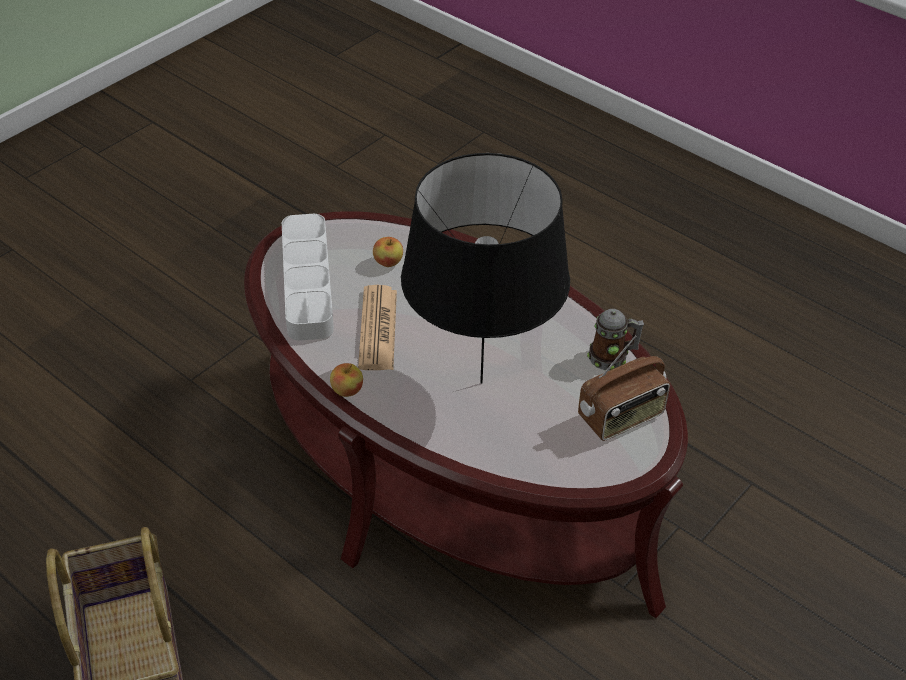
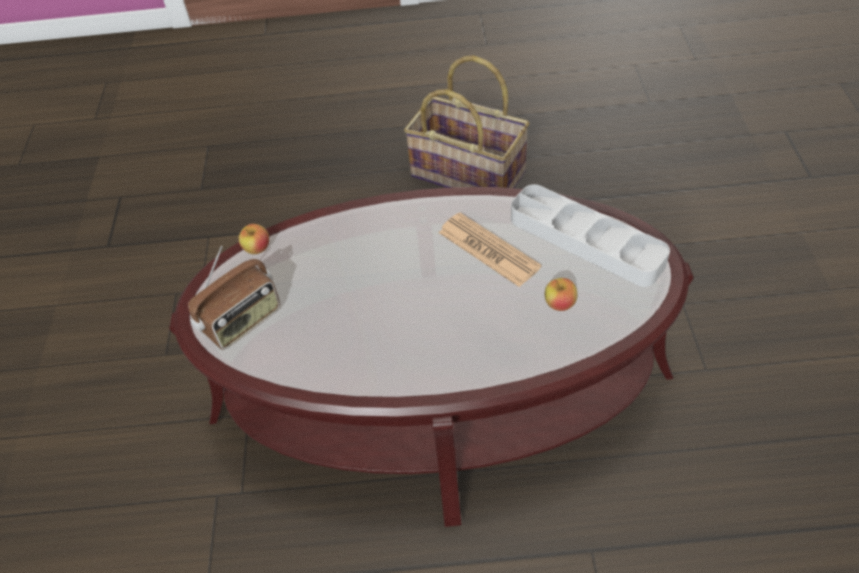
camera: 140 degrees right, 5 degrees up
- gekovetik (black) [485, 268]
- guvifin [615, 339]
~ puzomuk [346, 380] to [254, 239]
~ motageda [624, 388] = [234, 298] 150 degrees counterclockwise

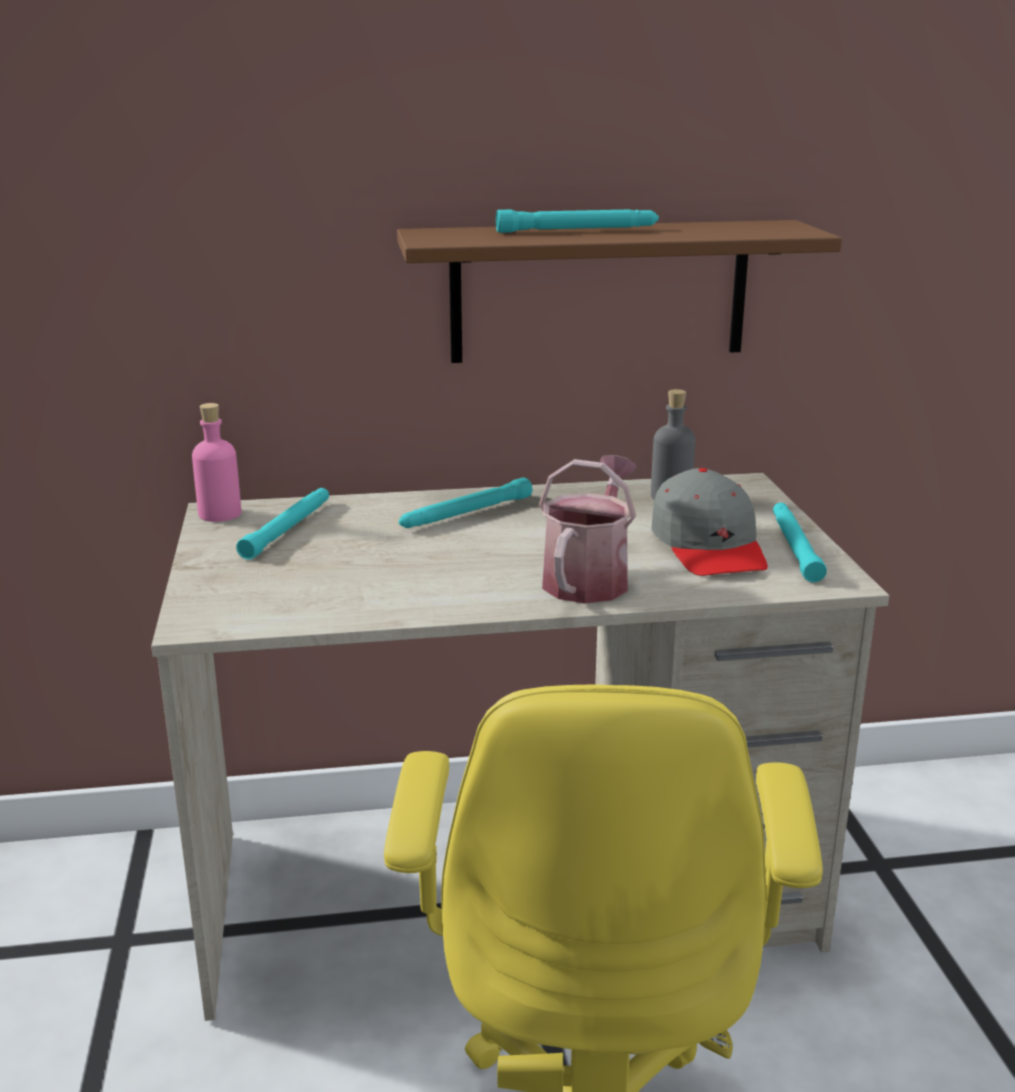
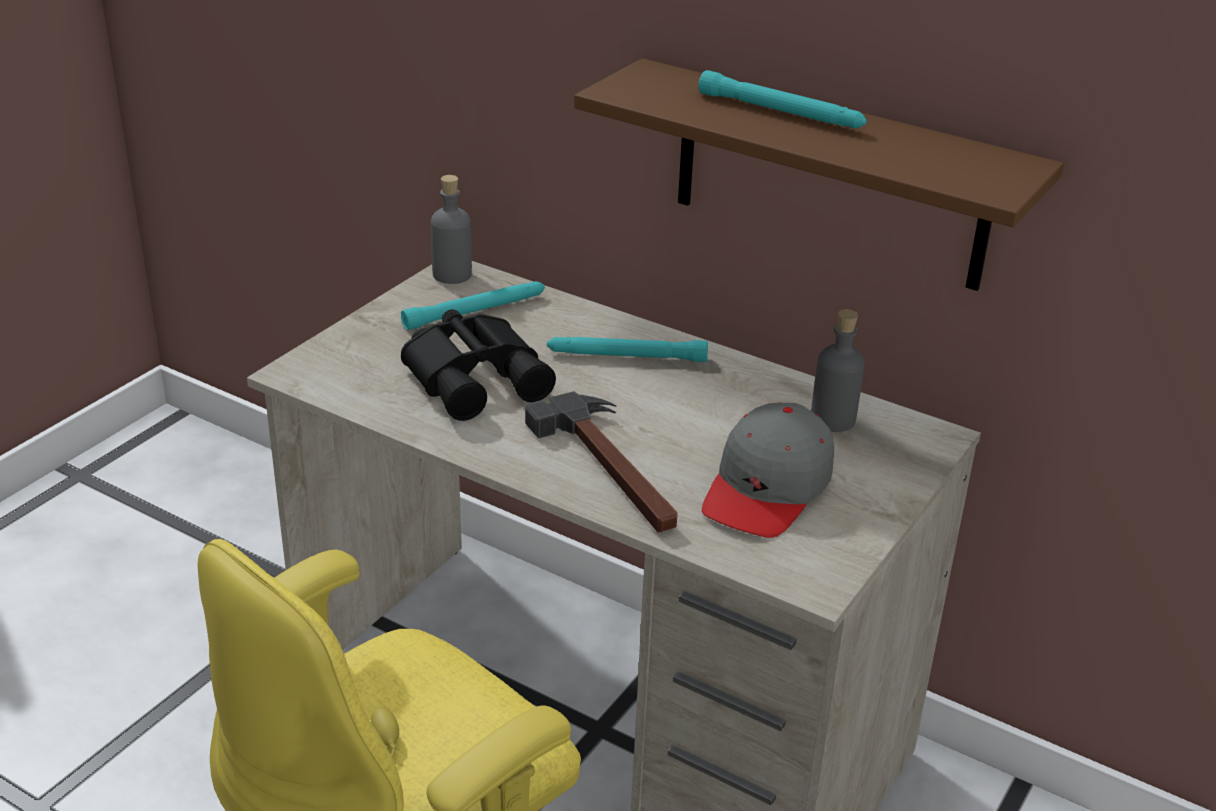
camera: 40 degrees right, 10 degrees up
- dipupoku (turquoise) [800, 542]
+ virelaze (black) [478, 365]
~ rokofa [588, 529] to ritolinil [601, 461]
~ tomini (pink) [216, 462] to tomini (grey) [451, 229]

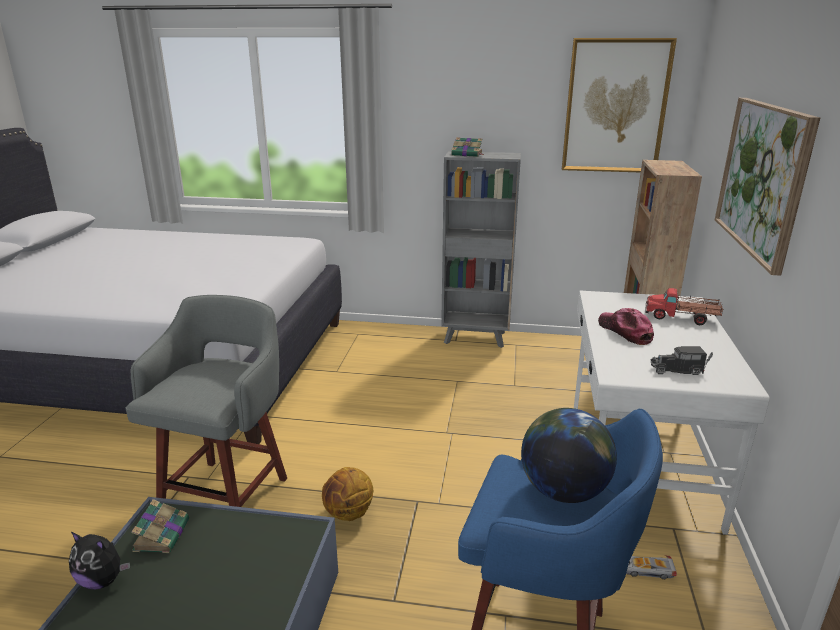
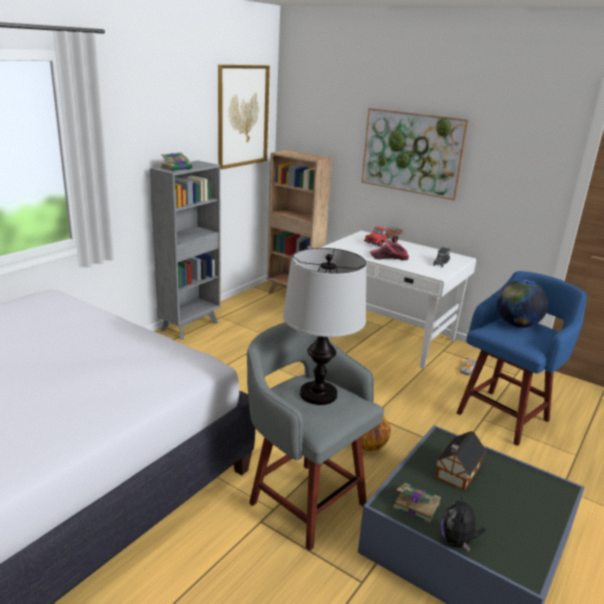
camera: 65 degrees left, 0 degrees up
+ gekovetik [325, 326]
+ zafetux [461, 461]
~ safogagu [99, 561] = [463, 521] 150 degrees clockwise

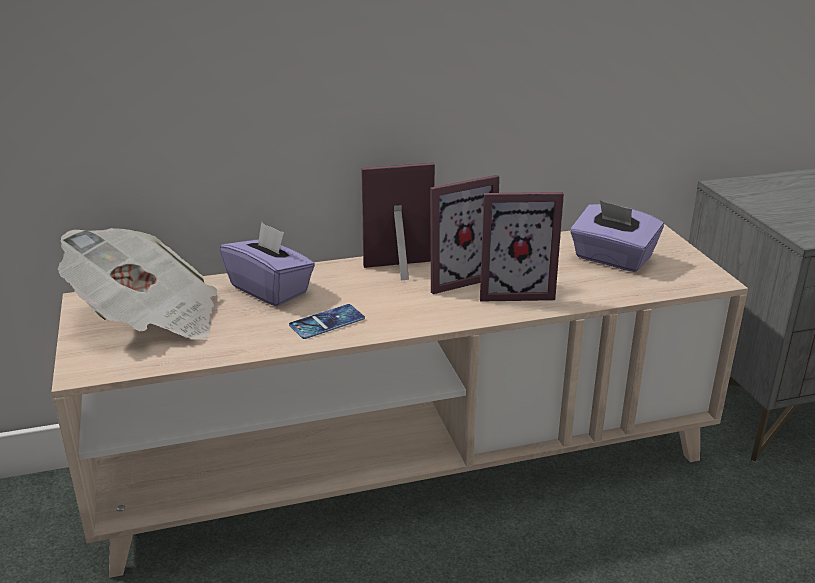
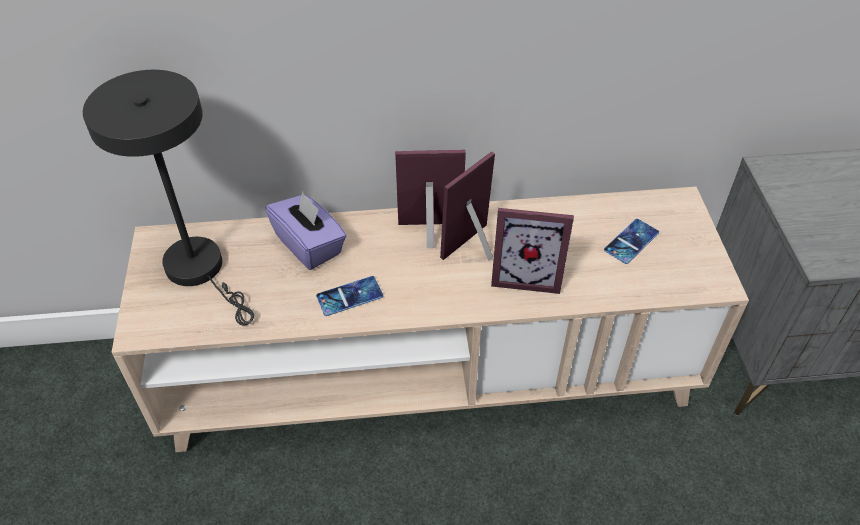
camera: 10 degrees right, 20 degrees up
~ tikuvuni [137, 284] to gekovetik (grey) [168, 198]
~ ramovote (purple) [617, 236] to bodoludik [631, 241]
~ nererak [465, 234] = [467, 206] 150 degrees clockwise

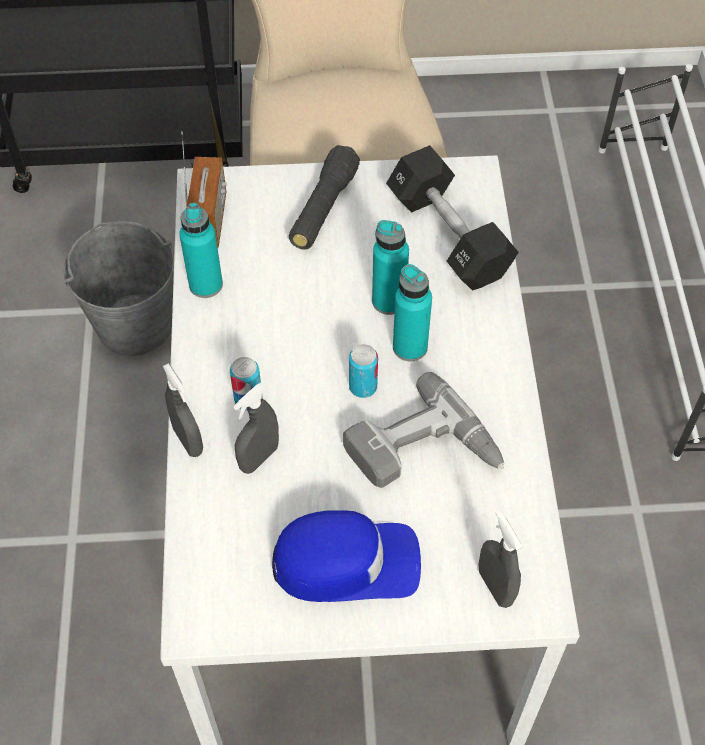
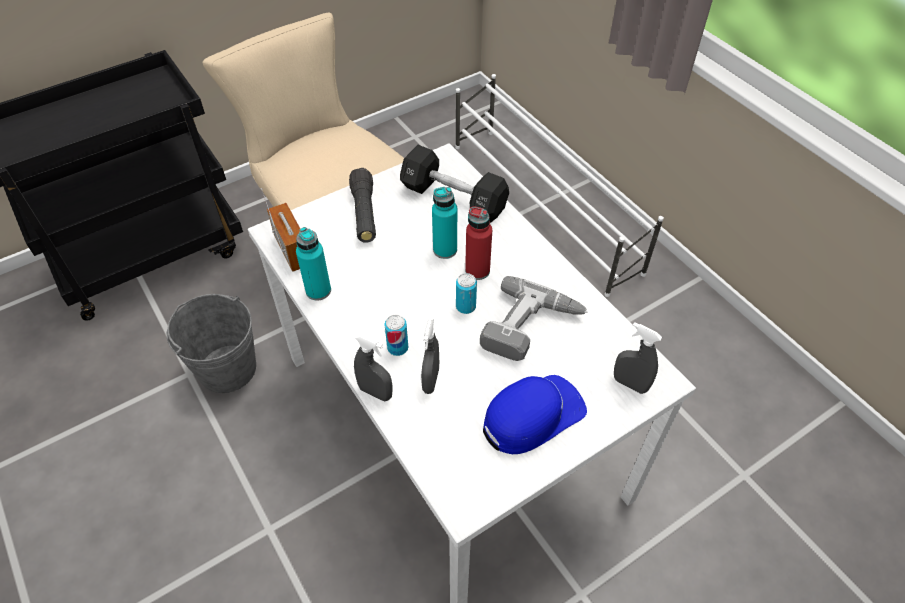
camera: 30 degrees left, 5 degrees down
~ tomini (turquoise) [412, 312] to tomini (red) [478, 243]

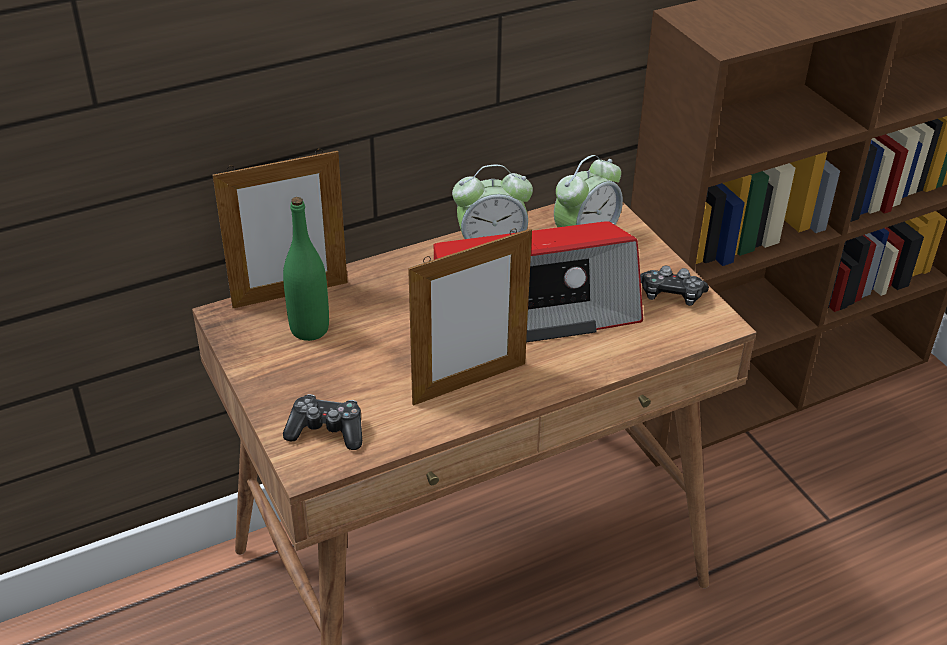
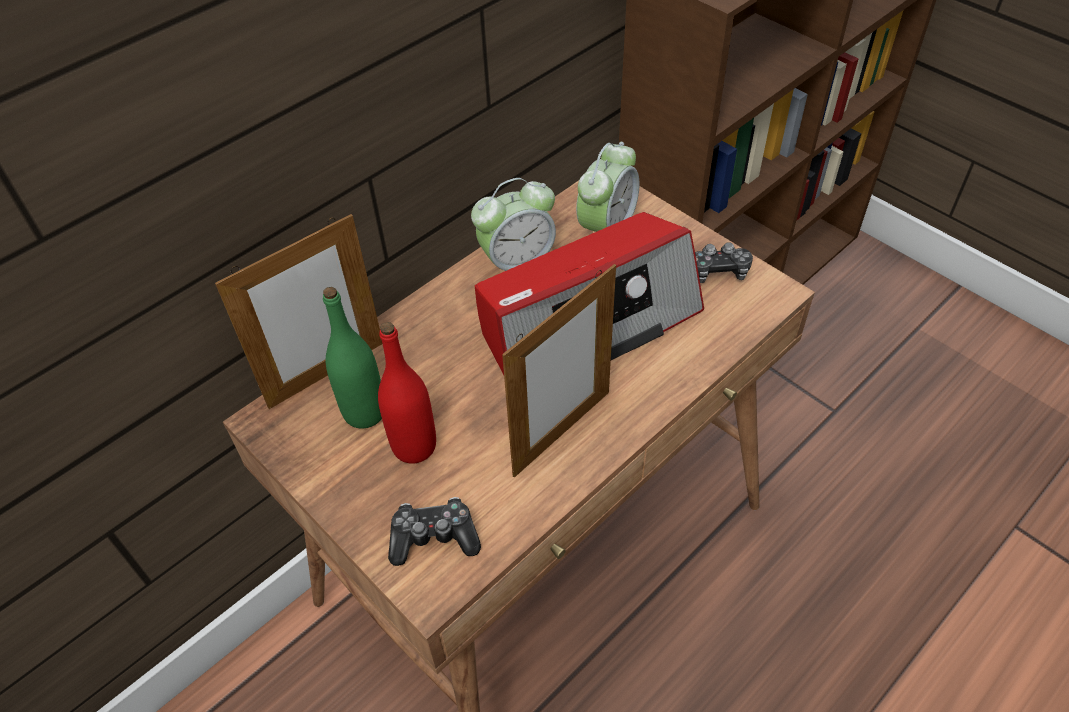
camera: 15 degrees left, 10 degrees up
+ tomini (red) [407, 393]

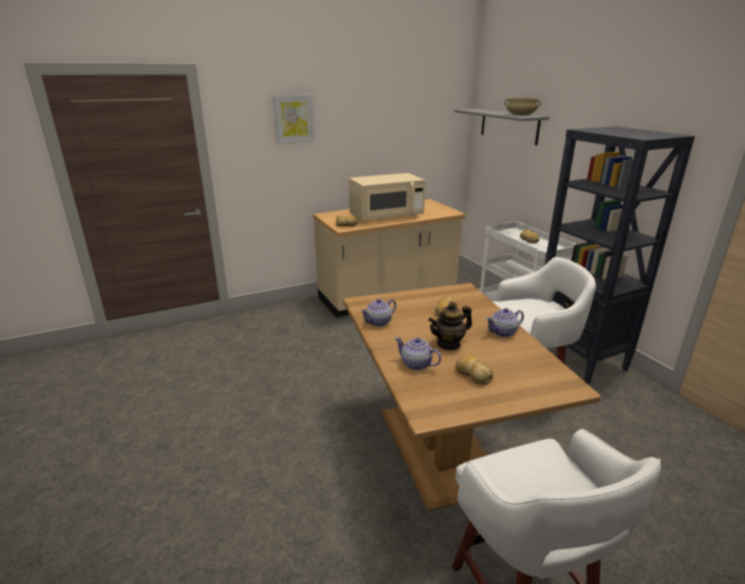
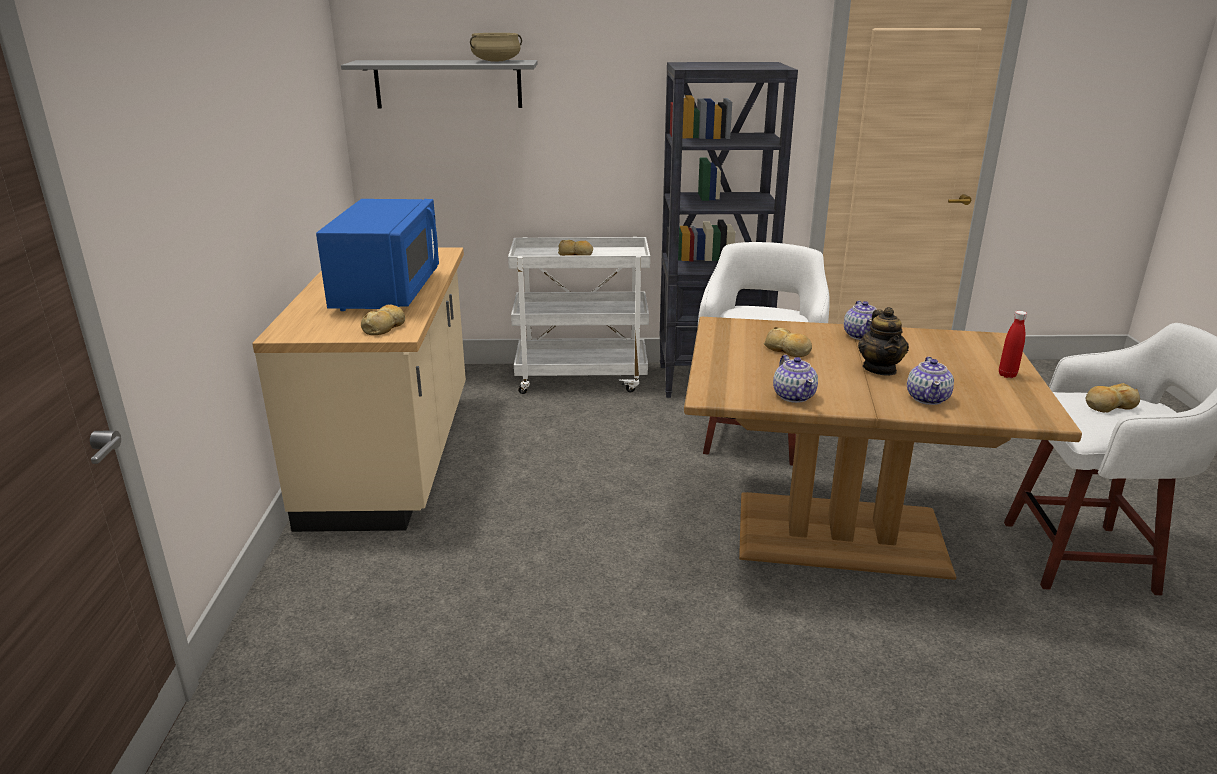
camera: 65 degrees left, 0 degrees up
- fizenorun [293, 119]
+ tomini (red) [1013, 344]
~ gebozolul [475, 370] to [1113, 397]
~ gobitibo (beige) [387, 197] to gobitibo (blue) [377, 255]
~ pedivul [418, 353] = [930, 380] 45 degrees counterclockwise

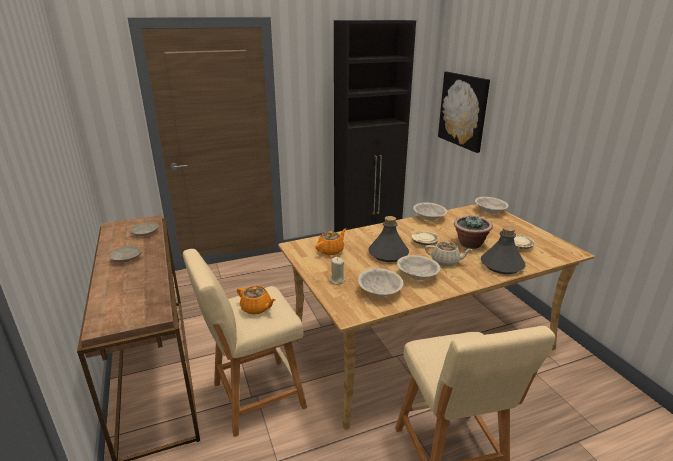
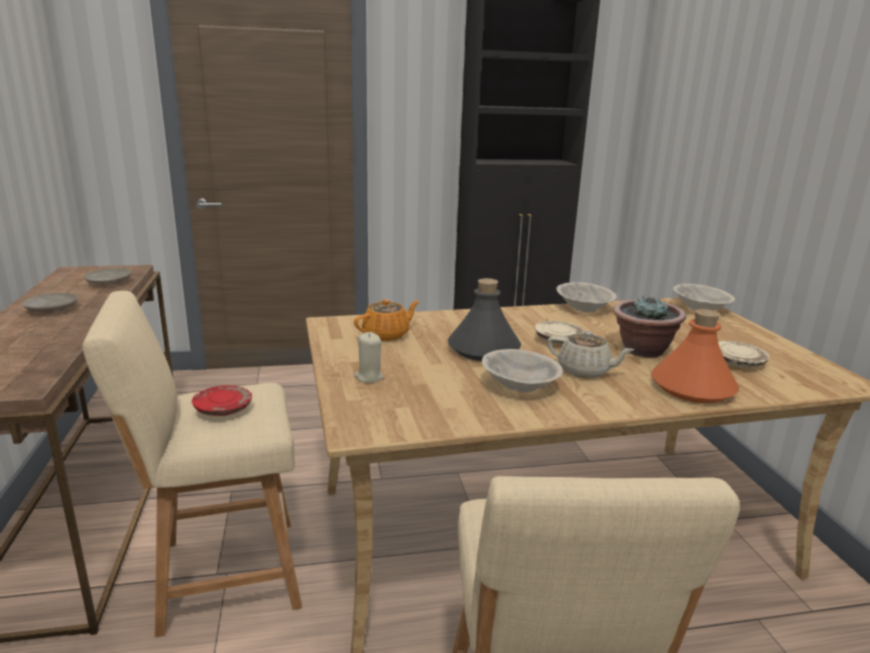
camera: 10 degrees right, 5 degrees down
- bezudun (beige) [381, 282]
- fizenorun [464, 112]
~ pedivul (orange) [256, 300] to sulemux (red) [222, 400]
~ tomini (grey) [503, 250] to tomini (orange) [695, 356]

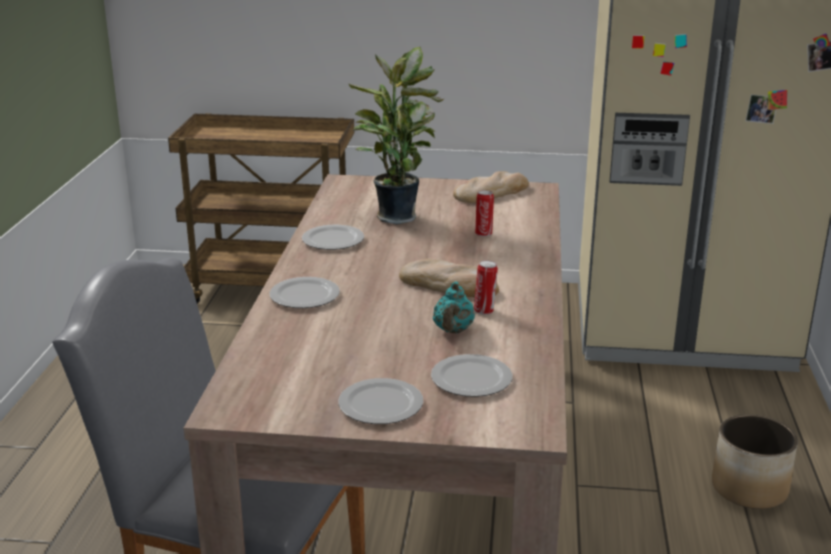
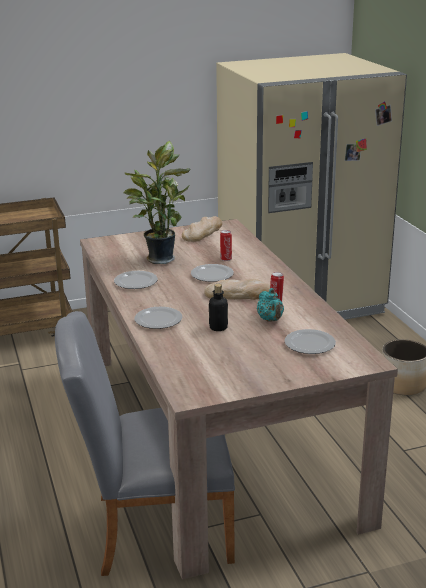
camera: 25 degrees left, 0 degrees up
+ tomini [218, 307]
~ sulemux [380, 401] to [212, 273]

